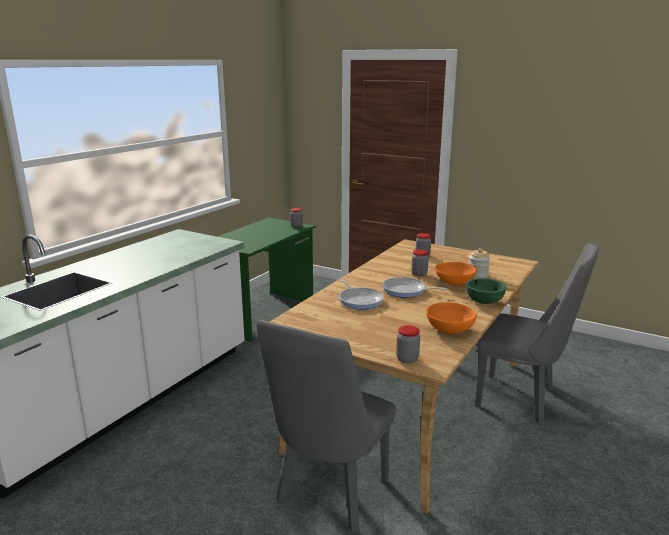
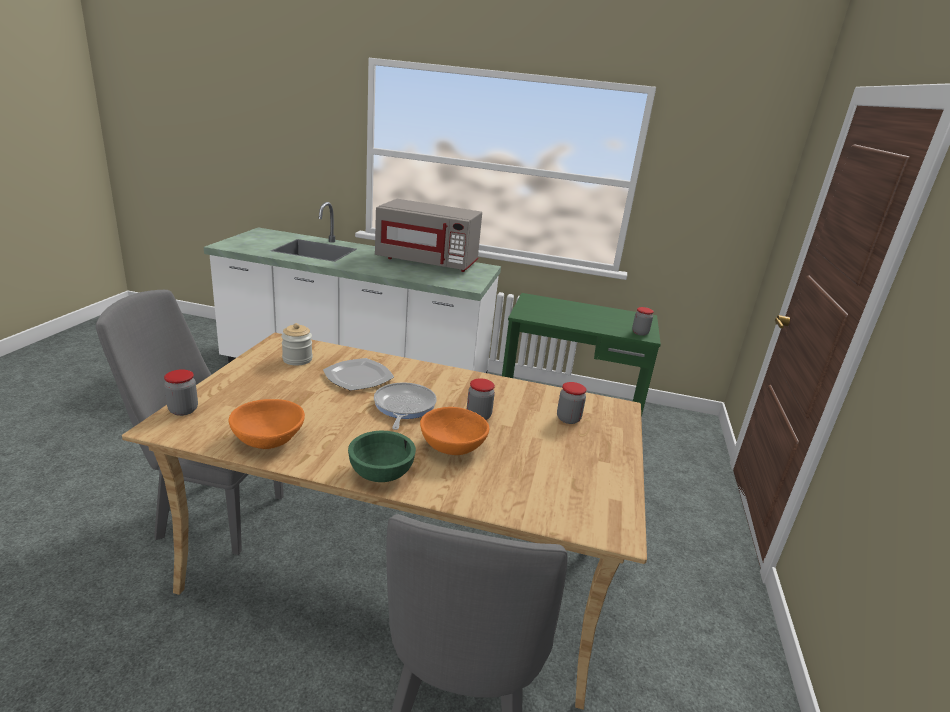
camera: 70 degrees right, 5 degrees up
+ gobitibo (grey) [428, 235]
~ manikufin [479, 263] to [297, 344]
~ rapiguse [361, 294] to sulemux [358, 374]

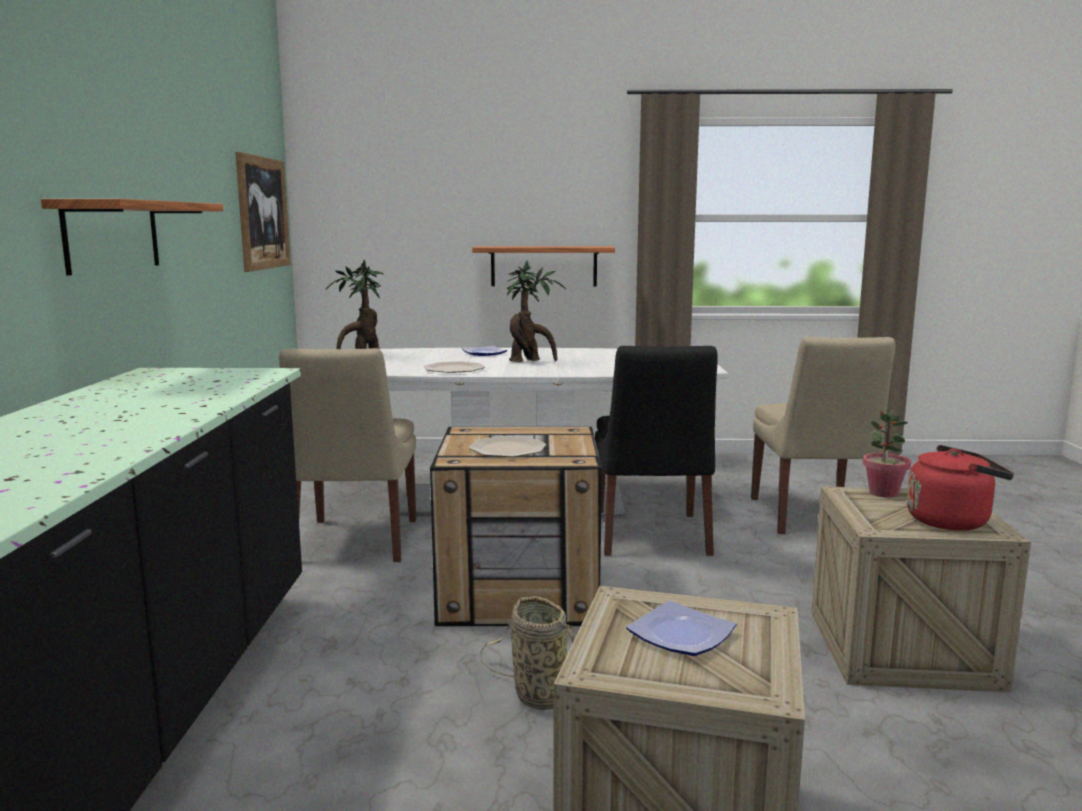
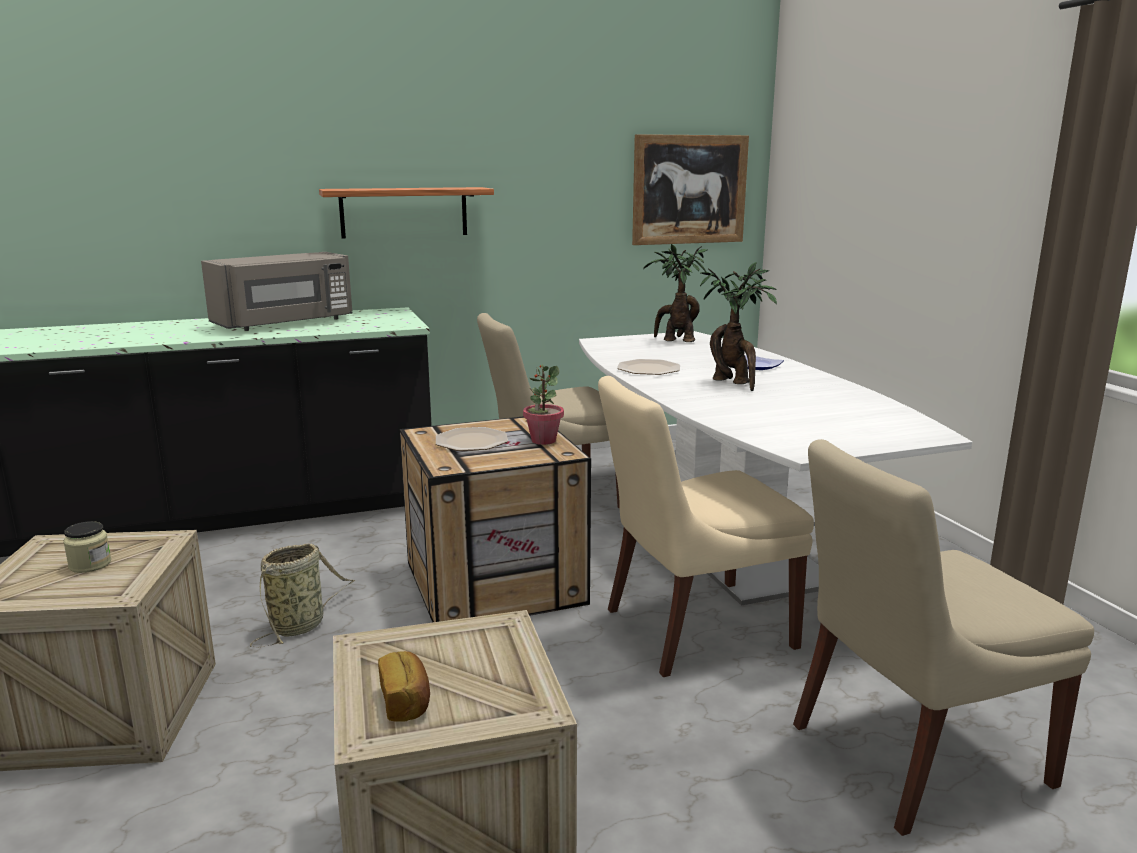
camera: 70 degrees right, 5 degrees up
- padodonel [543, 266]
+ gobitibo (grey) [277, 291]
~ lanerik [887, 453] to [543, 405]
~ sulemux [681, 628] to manikufin [87, 547]
~ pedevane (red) [960, 488] to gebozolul [404, 686]
~ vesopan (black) [656, 451] to vesopan (beige) [706, 526]

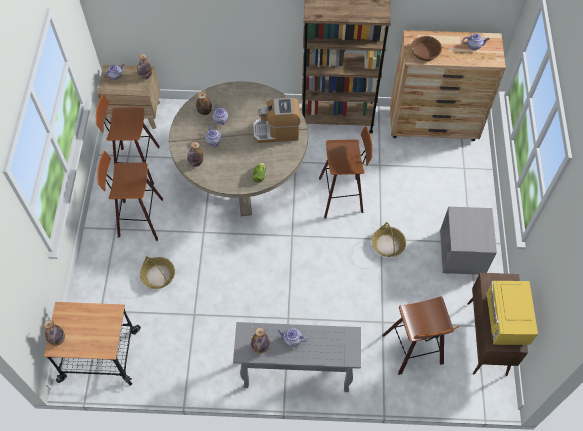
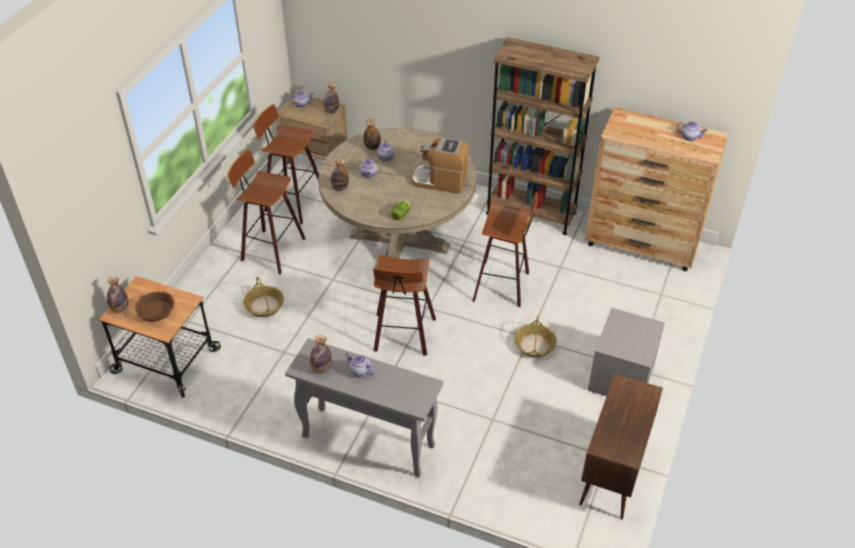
camera: 20 degrees right, 15 degrees down
- gobitibo (yellow) [512, 313]
~ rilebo [421, 335] to [404, 305]
~ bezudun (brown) [426, 48] to [154, 306]

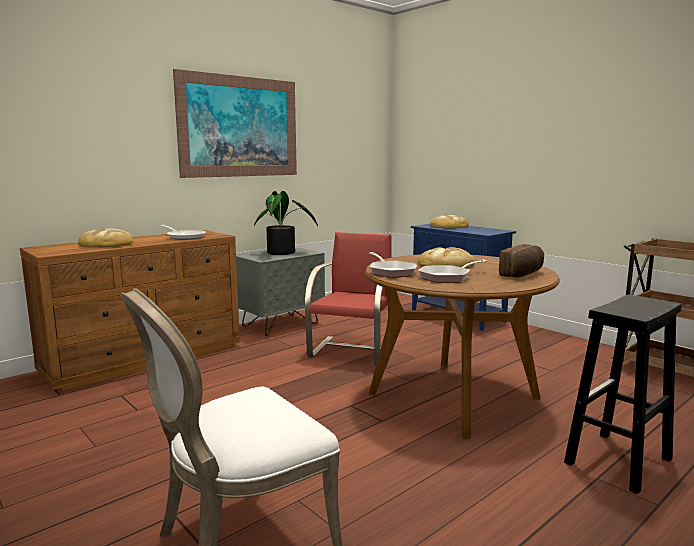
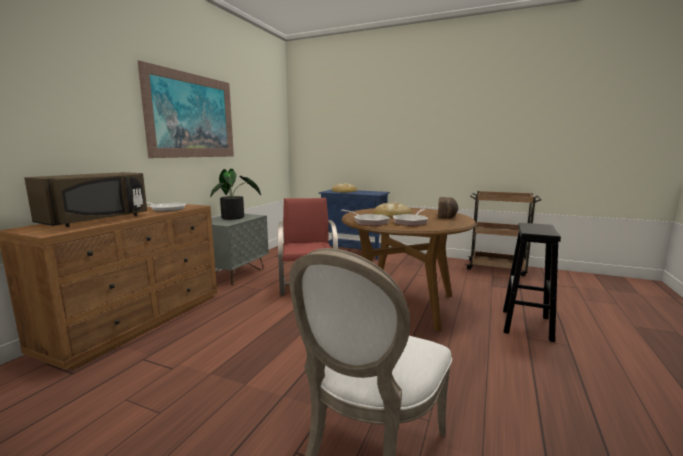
camera: 25 degrees left, 0 degrees up
~ gebozolul [106, 237] to gobitibo (brown) [85, 199]

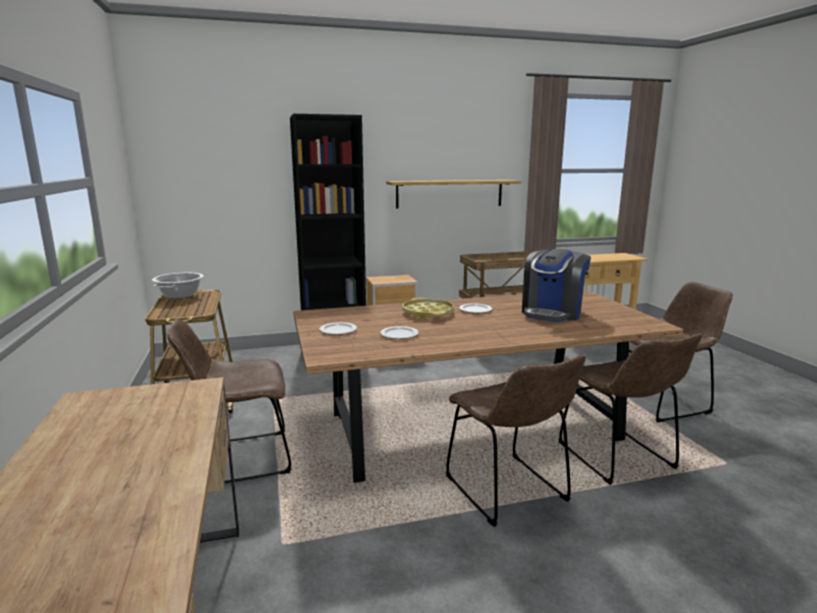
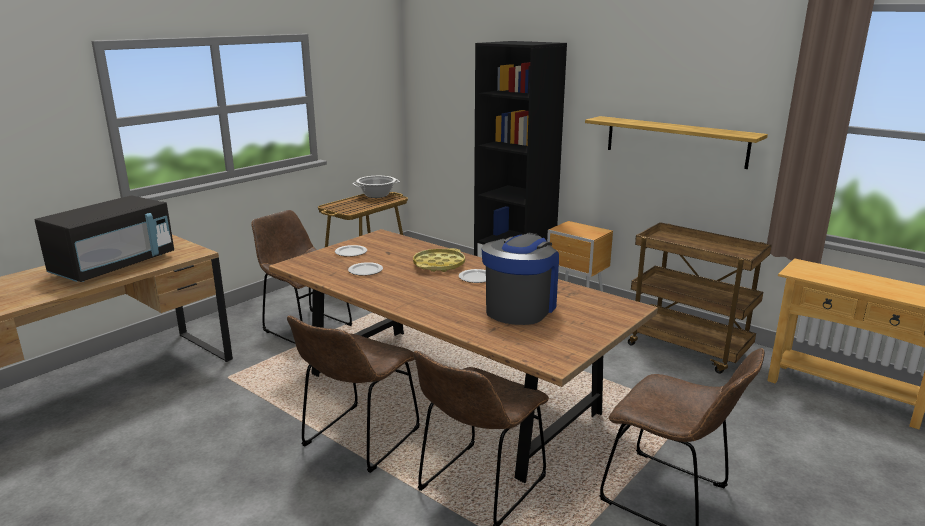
camera: 55 degrees right, 5 degrees up
+ gobitibo (black) [104, 238]
~ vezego [556, 285] = [520, 279] 120 degrees clockwise

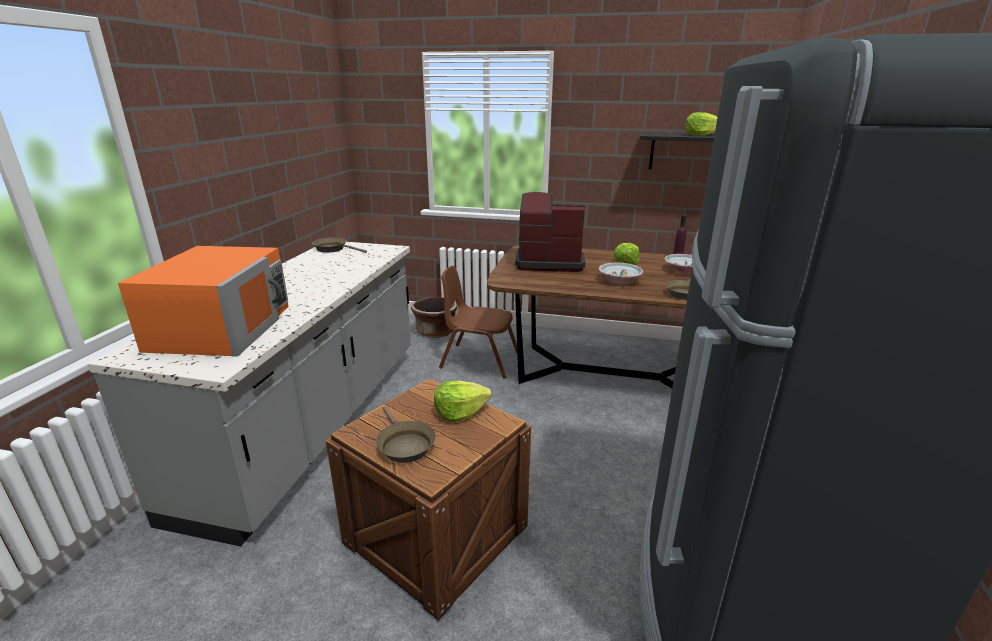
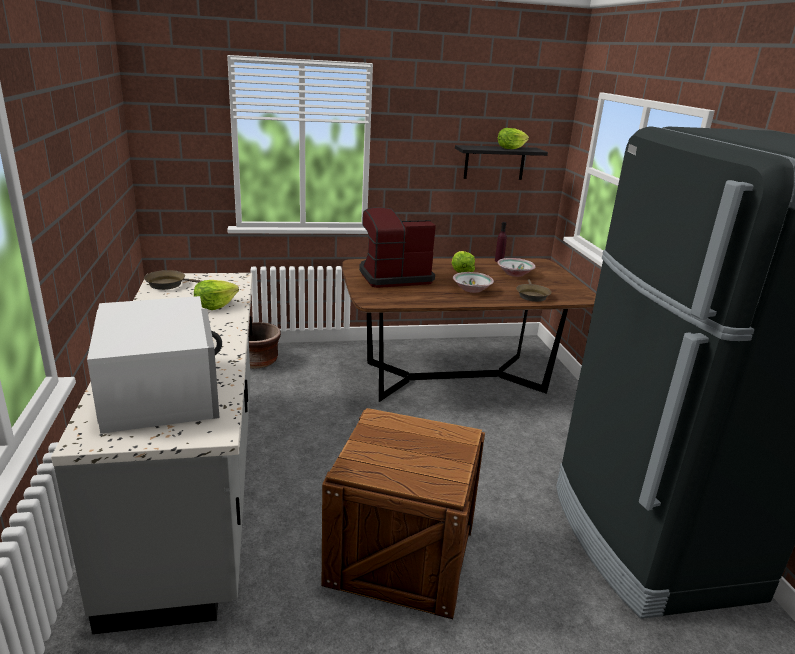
camera: 25 degrees left, 0 degrees up
- rapiguse (brown) [406, 434]
- vesopan (brown) [478, 322]
~ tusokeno [463, 401] to [216, 295]
~ gobitibo (orange) [203, 301] to gobitibo (white) [154, 365]

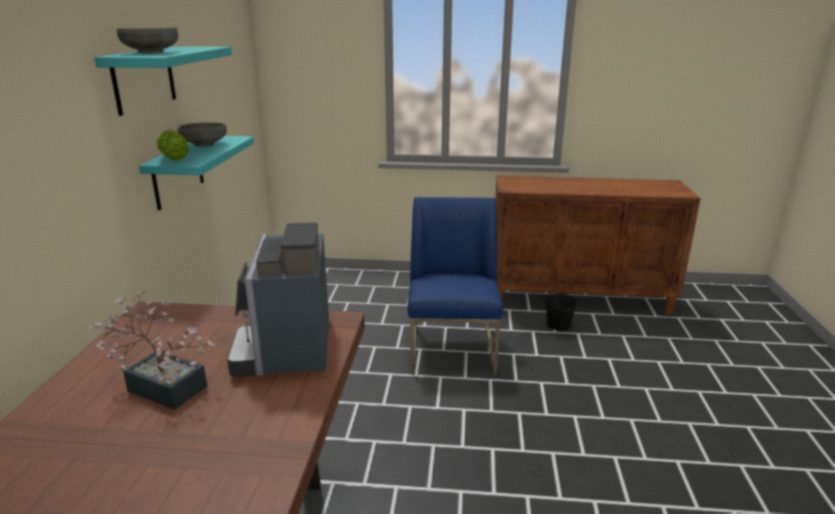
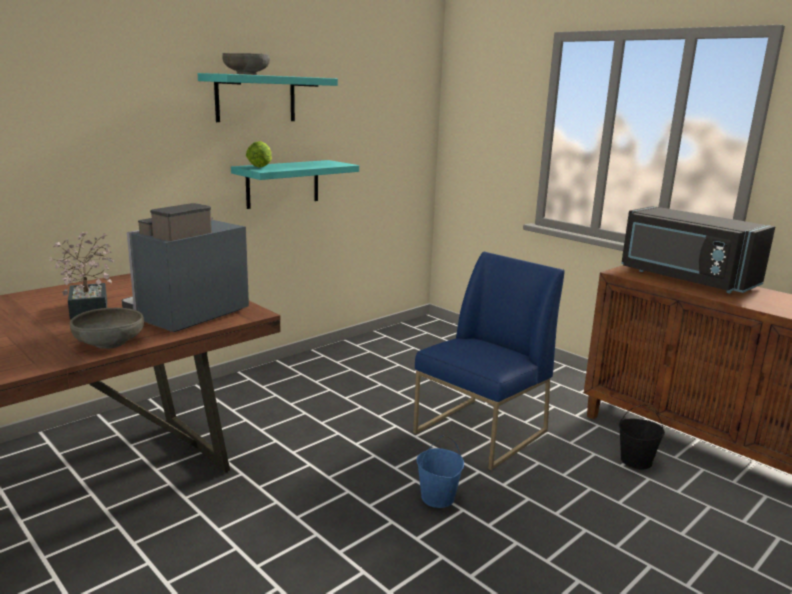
camera: 40 degrees right, 5 degrees down
+ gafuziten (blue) [440, 472]
+ gobitibo (black) [698, 249]
~ bezudun (grey) [202, 134] to [107, 328]

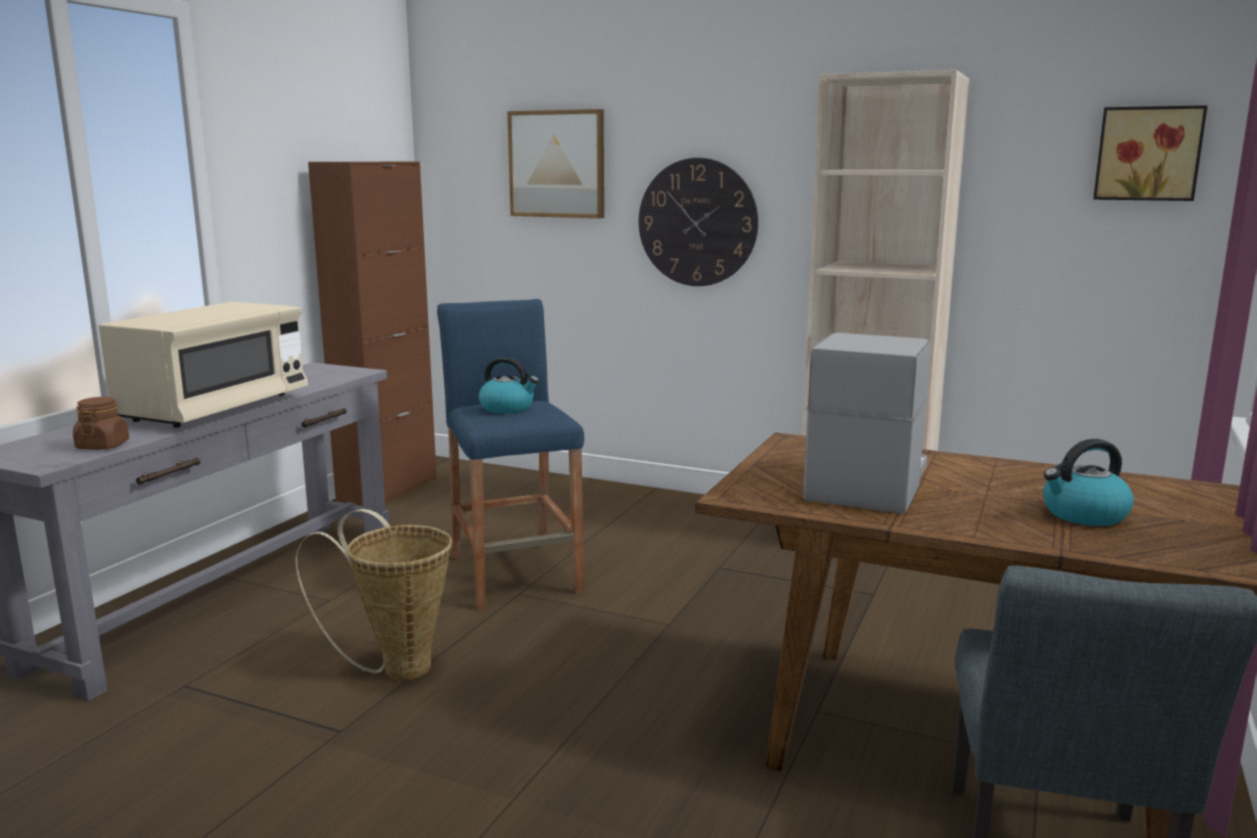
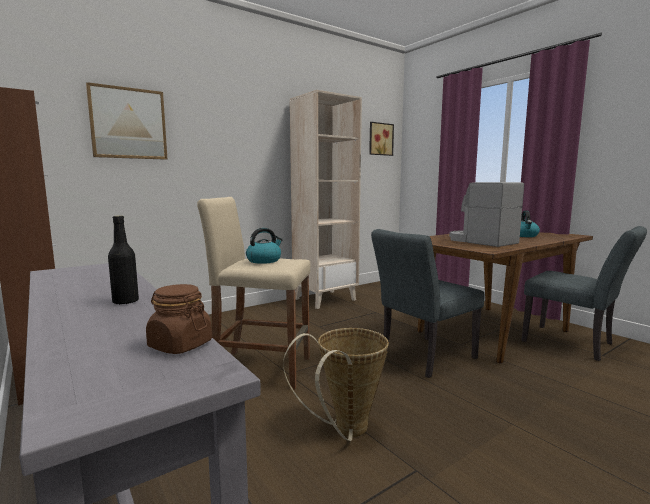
camera: 60 degrees left, 5 degrees down
- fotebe [698, 222]
+ vesopan (grey) [427, 303]
~ gobitibo (beige) [203, 365] to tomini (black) [123, 260]
~ rilebo (blue) [510, 454] to rilebo (beige) [253, 293]

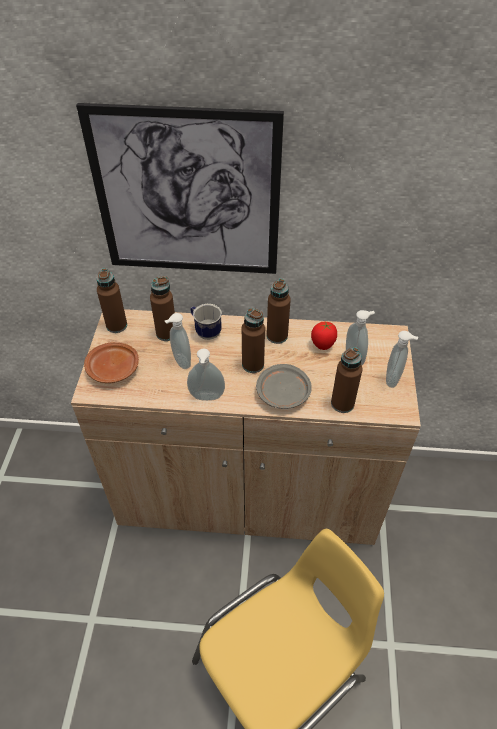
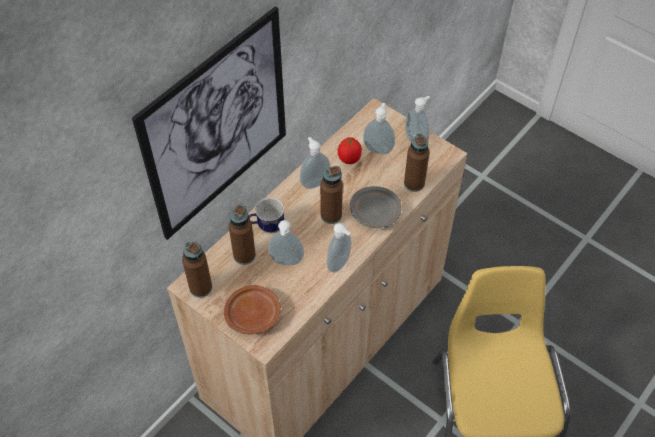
camera: 55 degrees left, 5 degrees up
~ tomini (brown) [279, 311] to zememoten [315, 163]

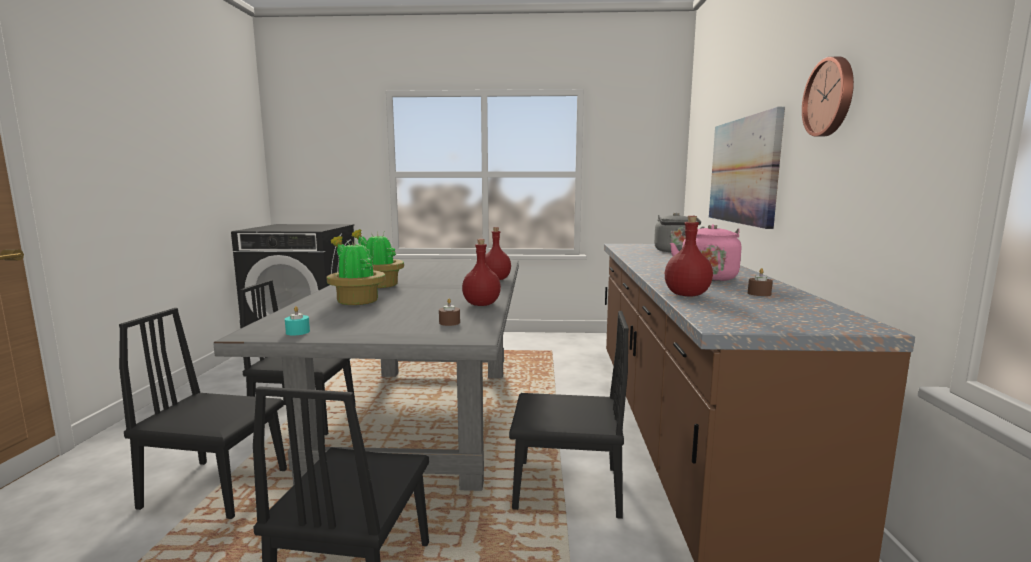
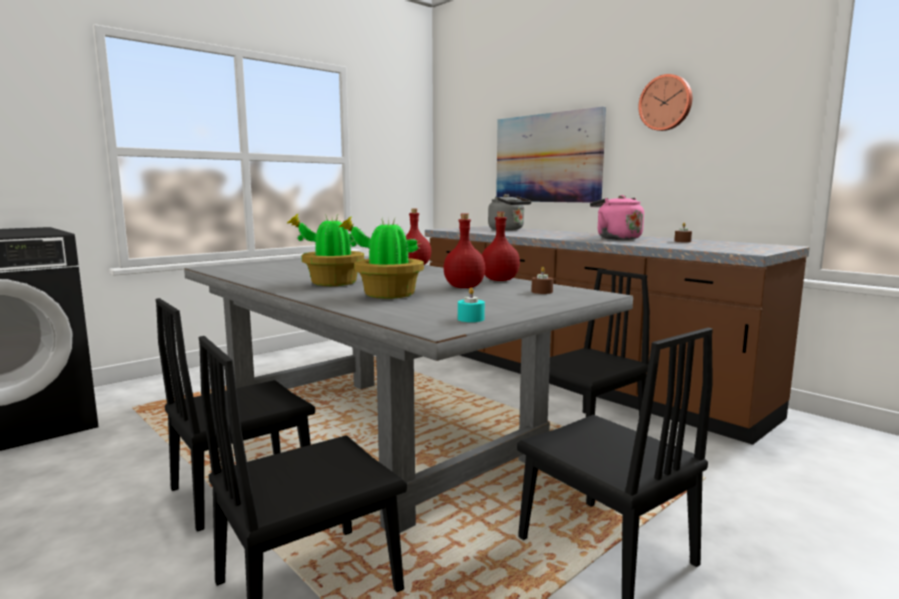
camera: 45 degrees left, 0 degrees up
~ tomini (red) [689, 256] to [464, 250]

